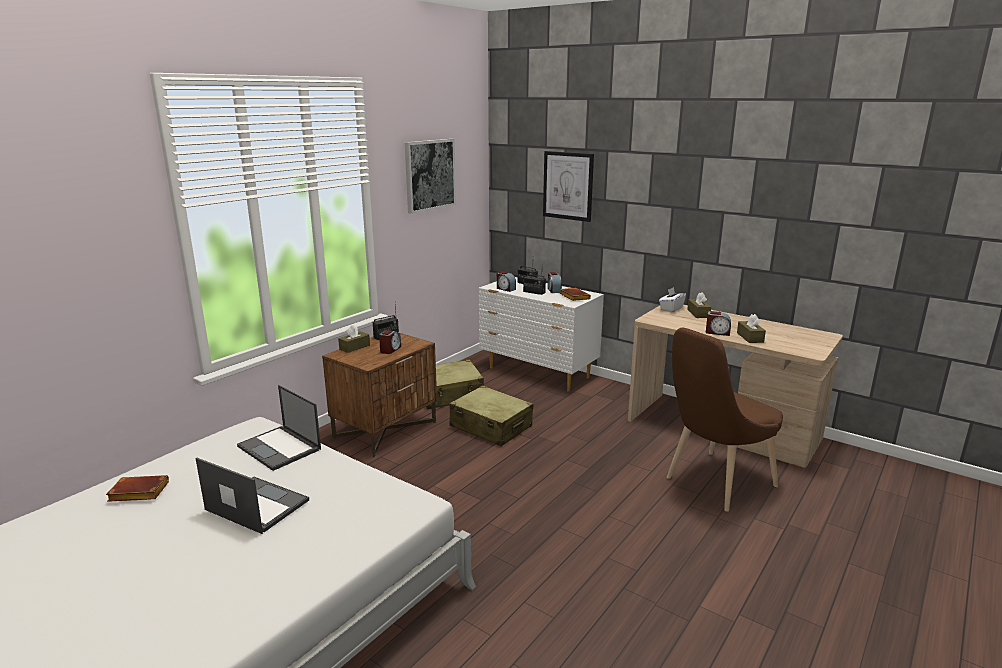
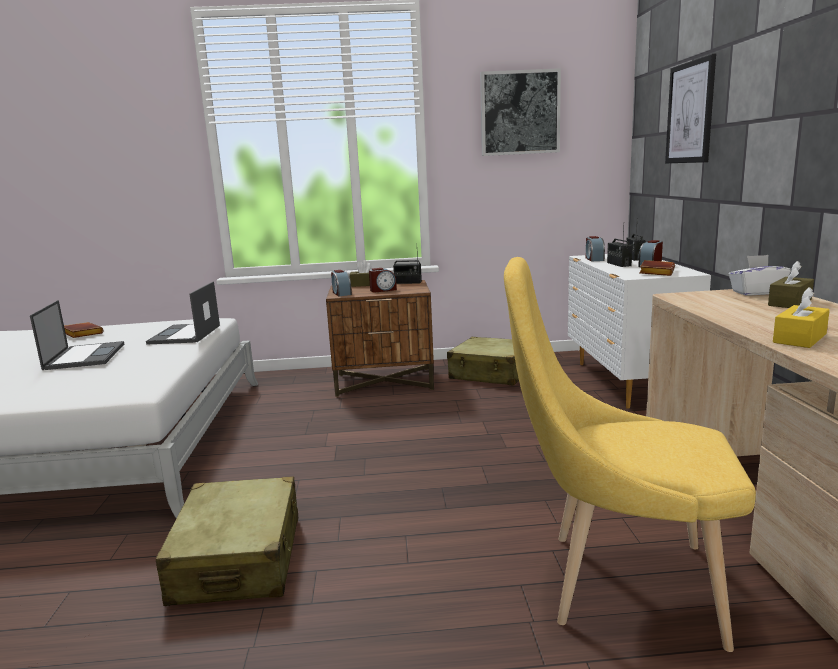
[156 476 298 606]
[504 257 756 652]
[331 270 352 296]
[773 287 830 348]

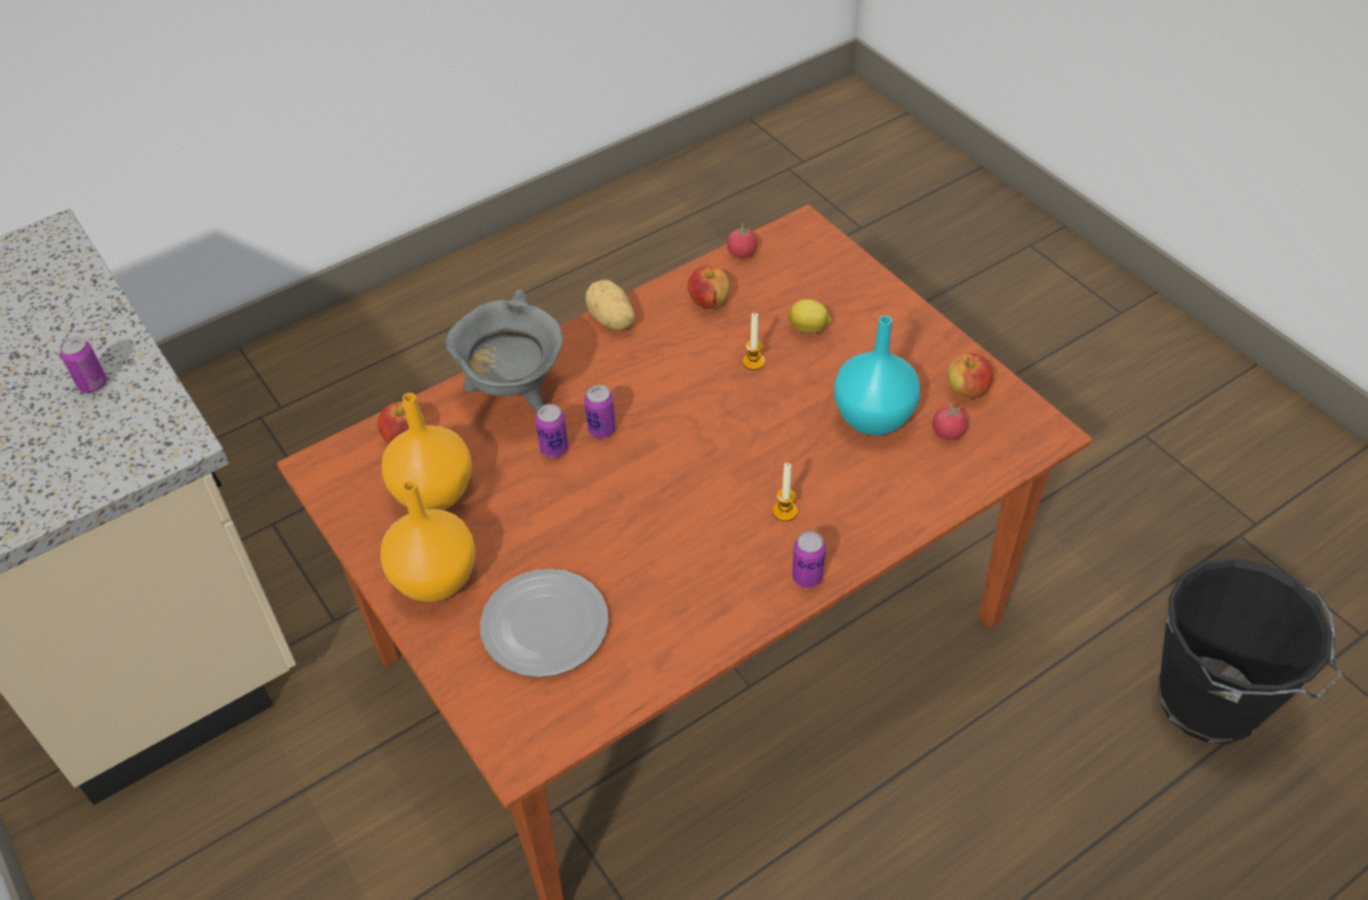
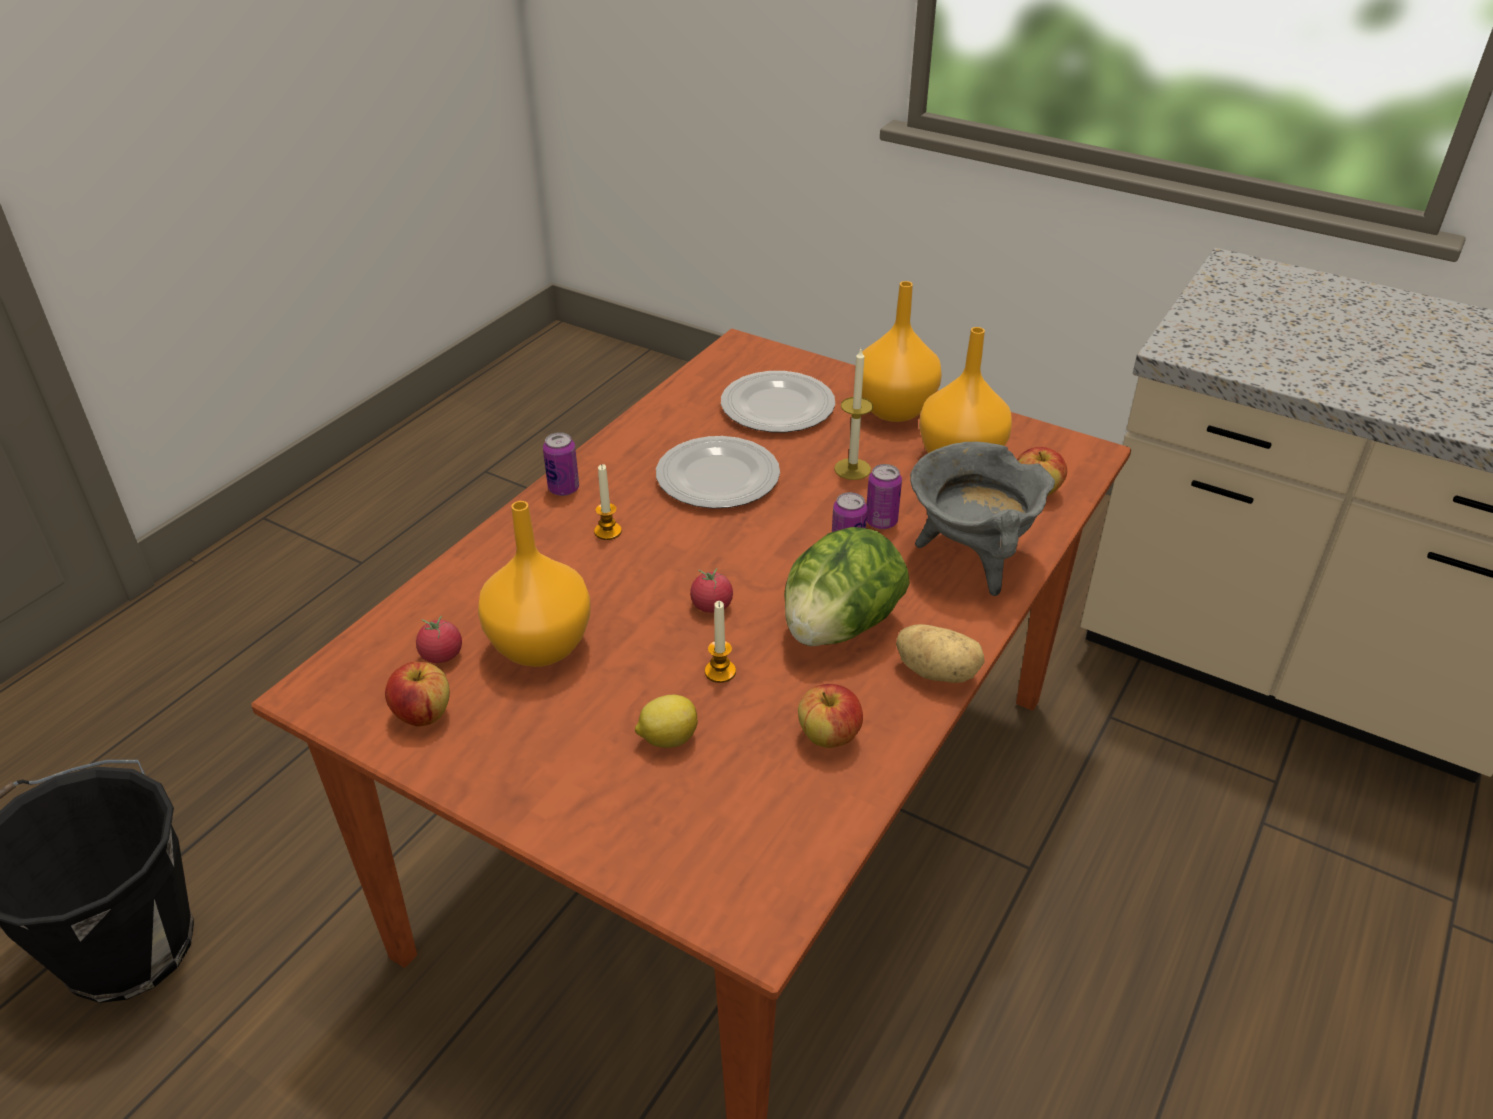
[60 337 107 393] (first image)
[690 568 733 613]
[478 501 591 667]
[656 436 780 508]
[784 527 910 647]
[834 349 873 480]

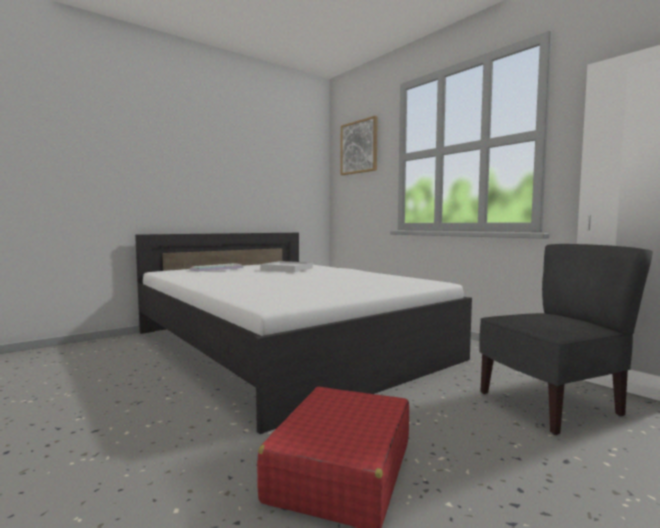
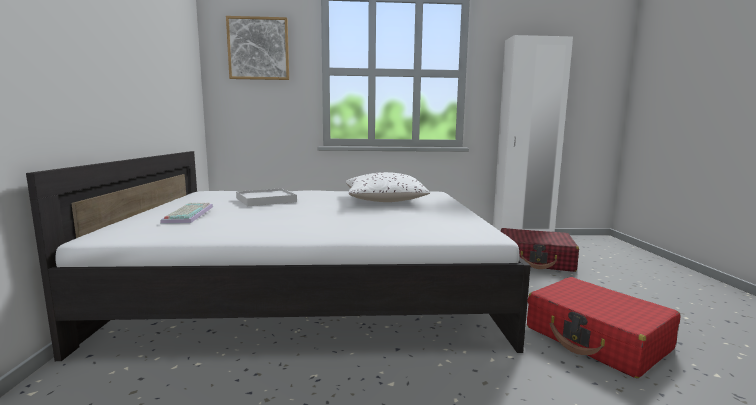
[501 228 579 272]
[346 172 430 202]

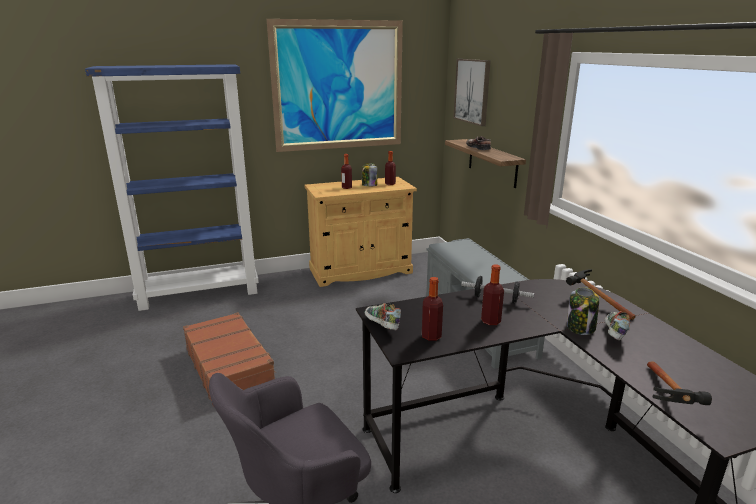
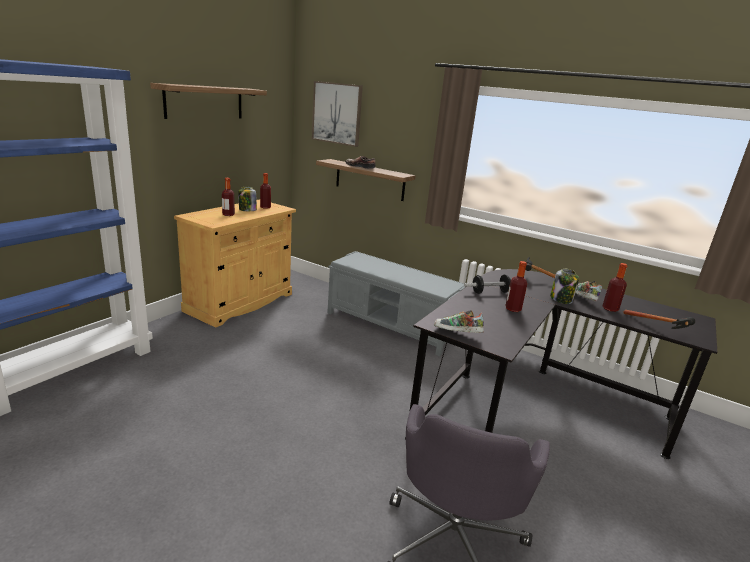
[183 312 276 407] (first image)
[150 83 267 119]
[602 263 627 312]

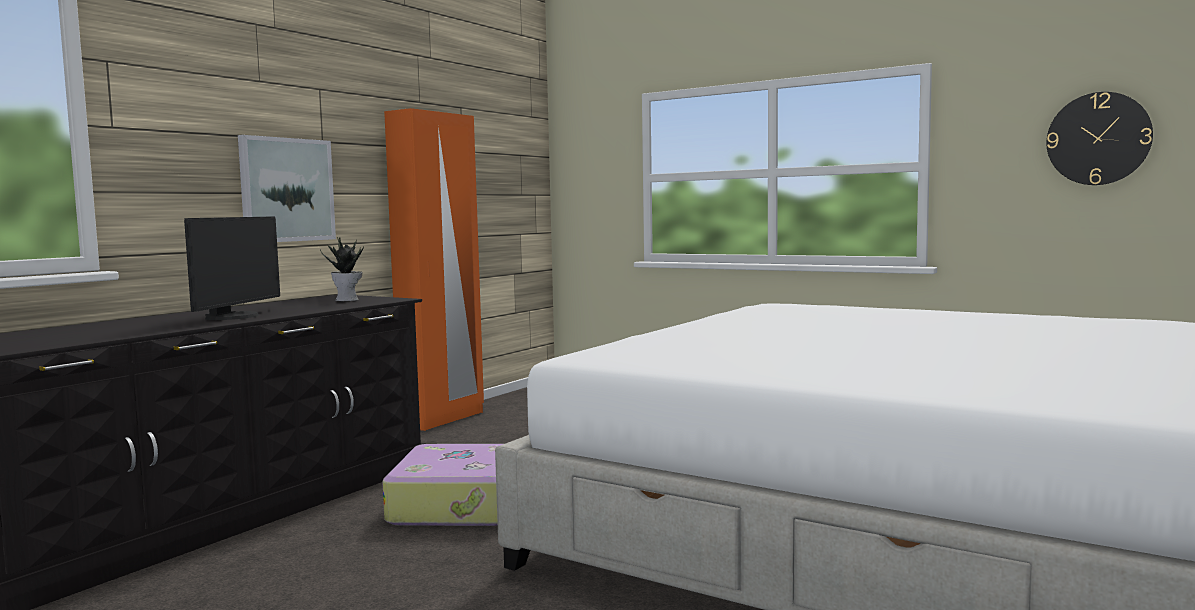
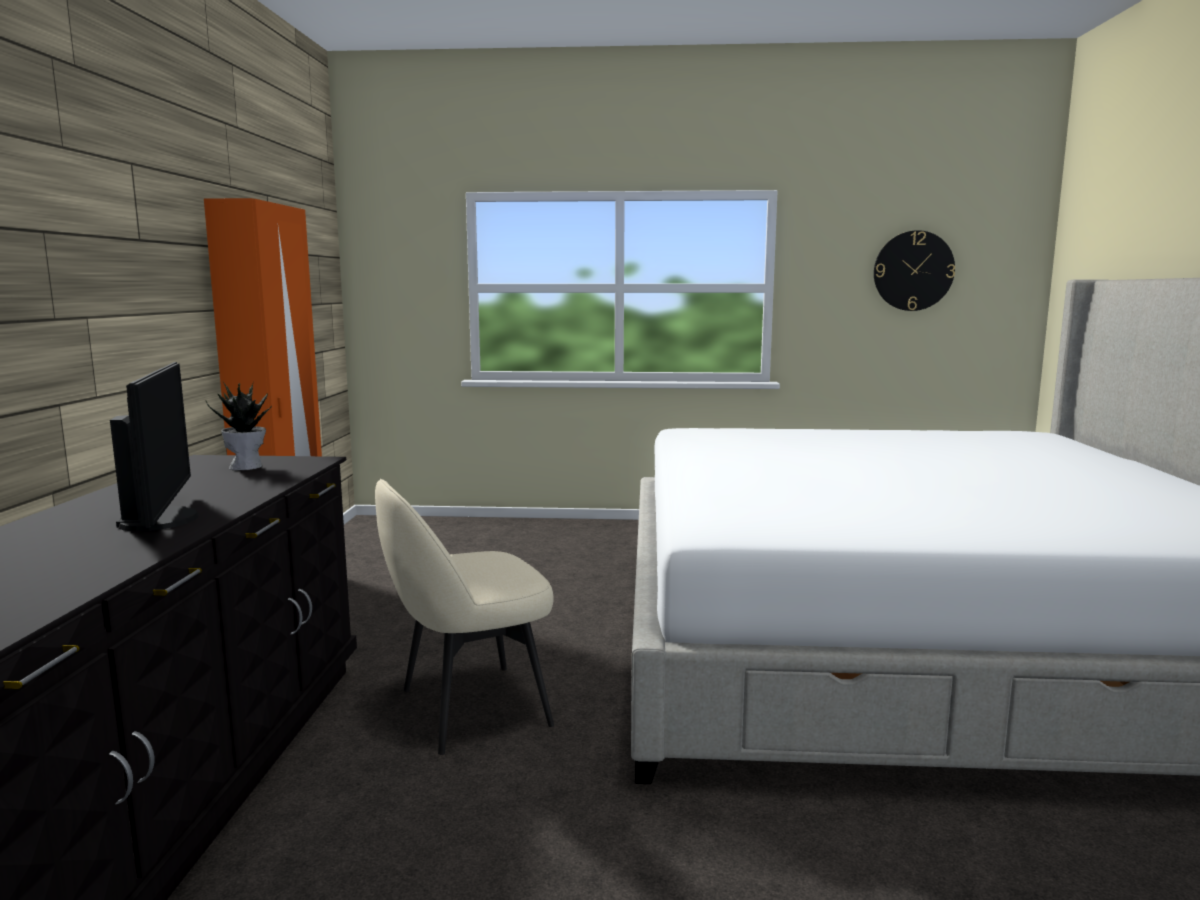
[238 135 336 242] (first image)
[375 479 554 755]

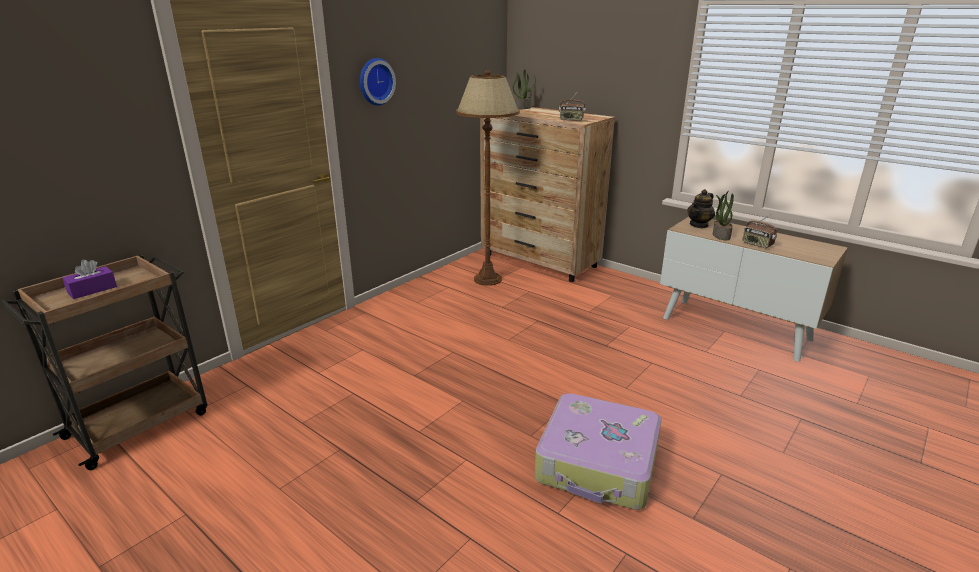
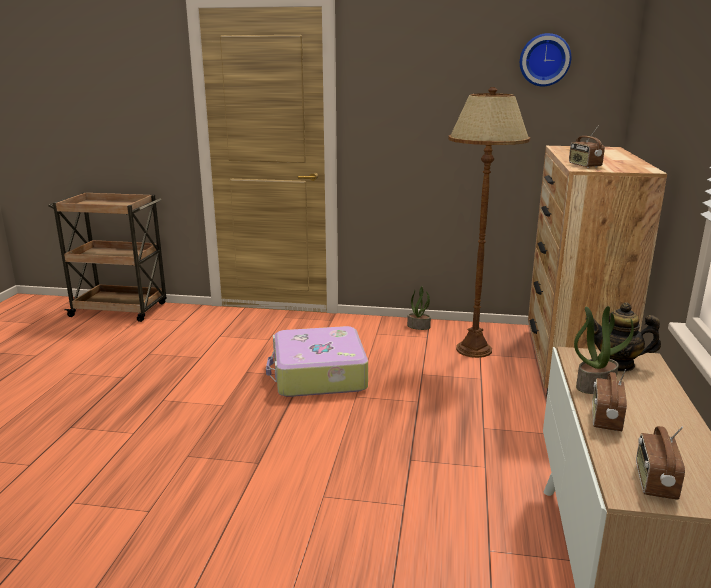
[62 260 117 299] (first image)
[520 33 571 87]
[407 286 431 330]
[266 326 368 397]
[636 426 685 500]

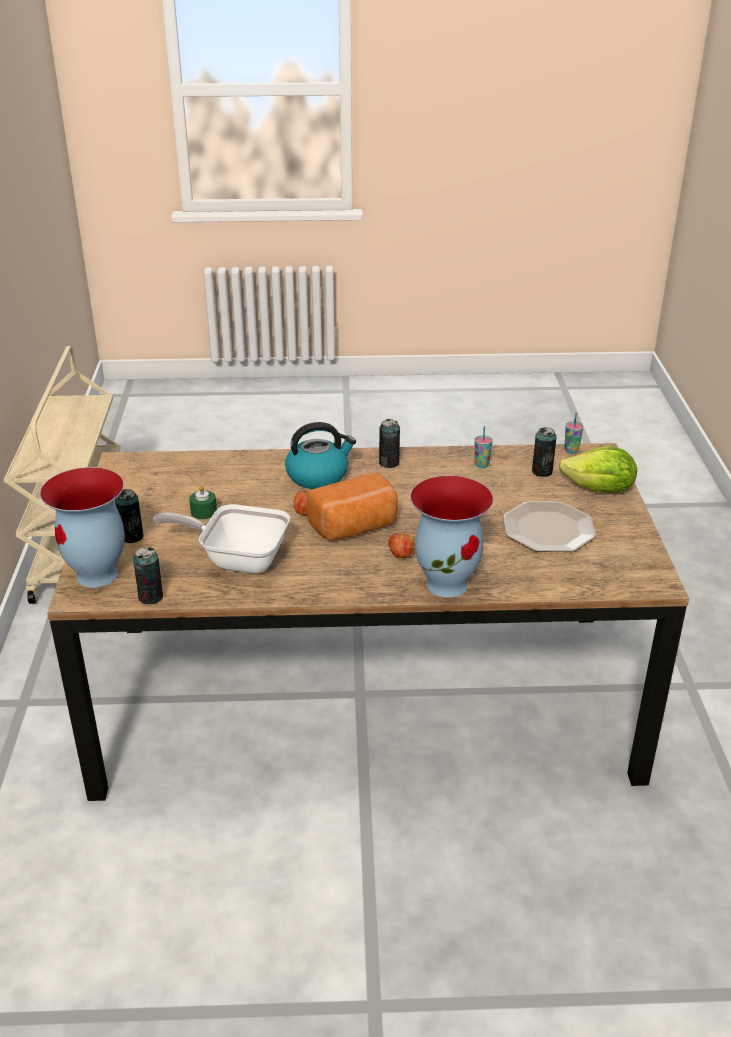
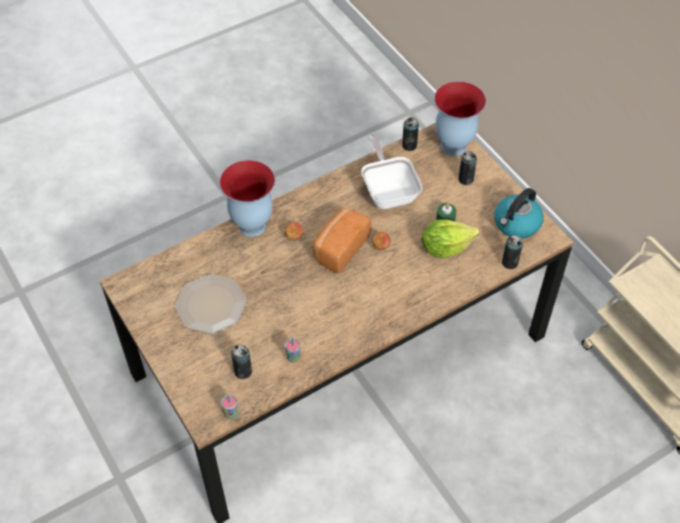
[361 134 423 209]
[494 188 544 239]
[502 235 523 269]
[422 219 479 258]

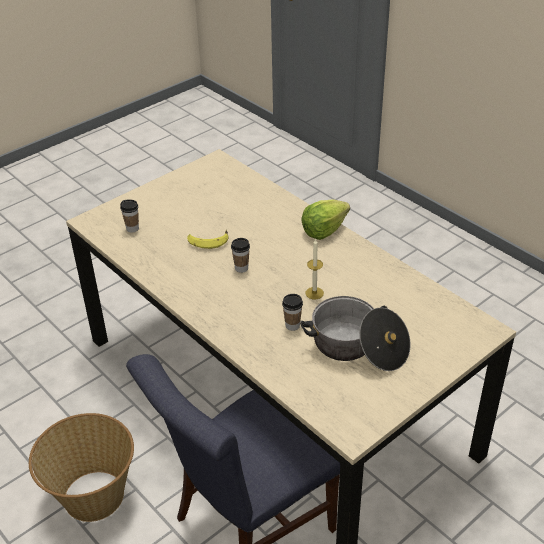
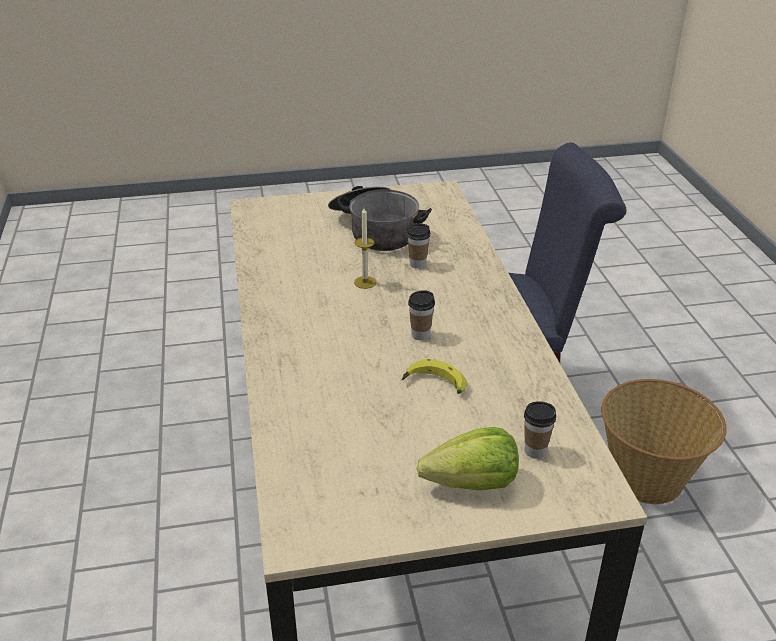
[417 427 519 490]

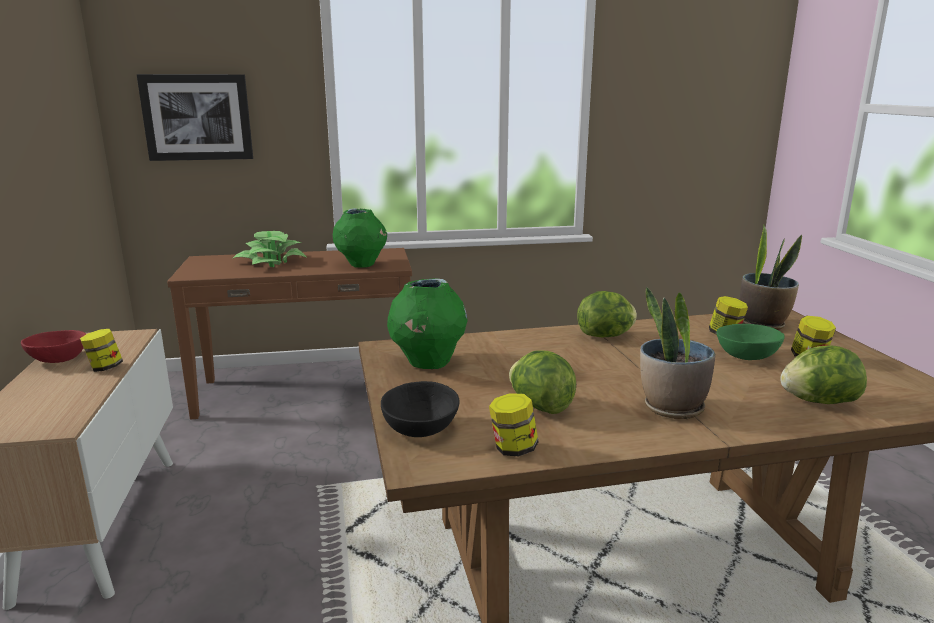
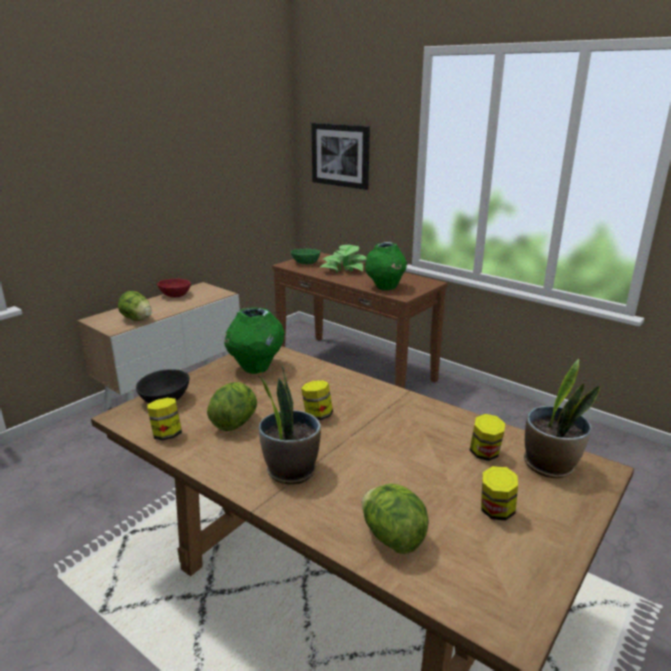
[301 380 333 420]
[118 291 152 321]
[291 249 320 264]

